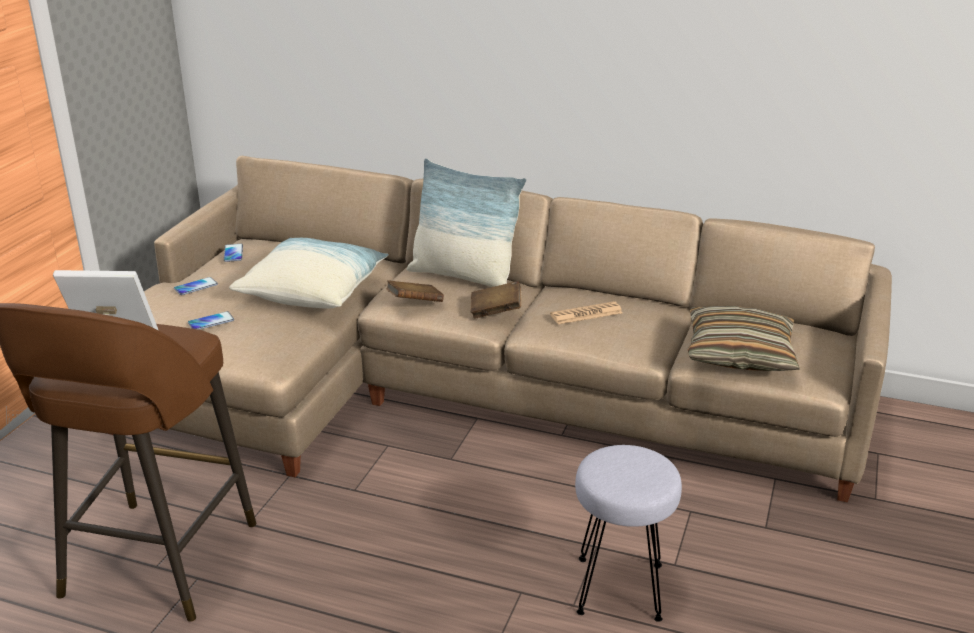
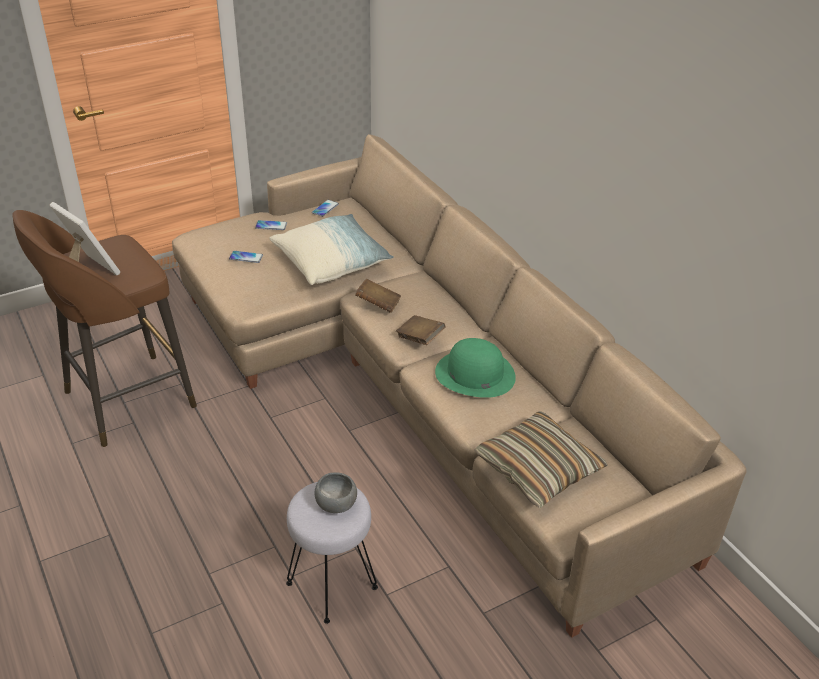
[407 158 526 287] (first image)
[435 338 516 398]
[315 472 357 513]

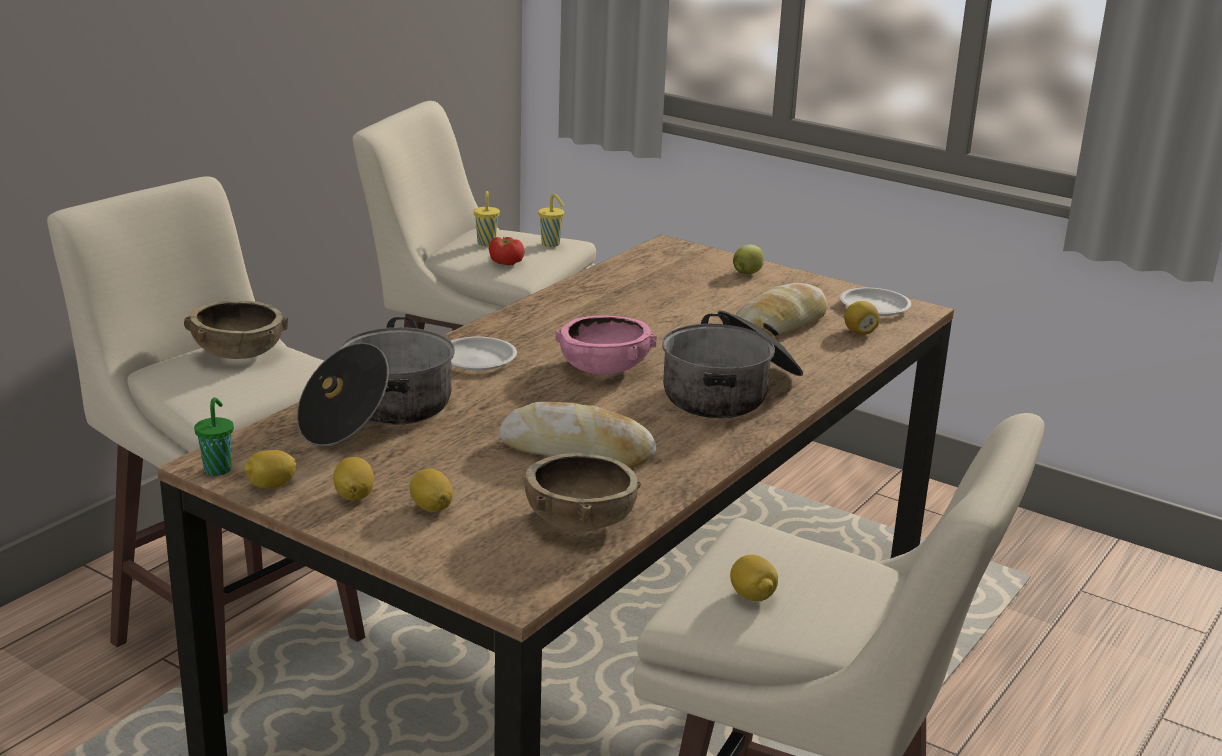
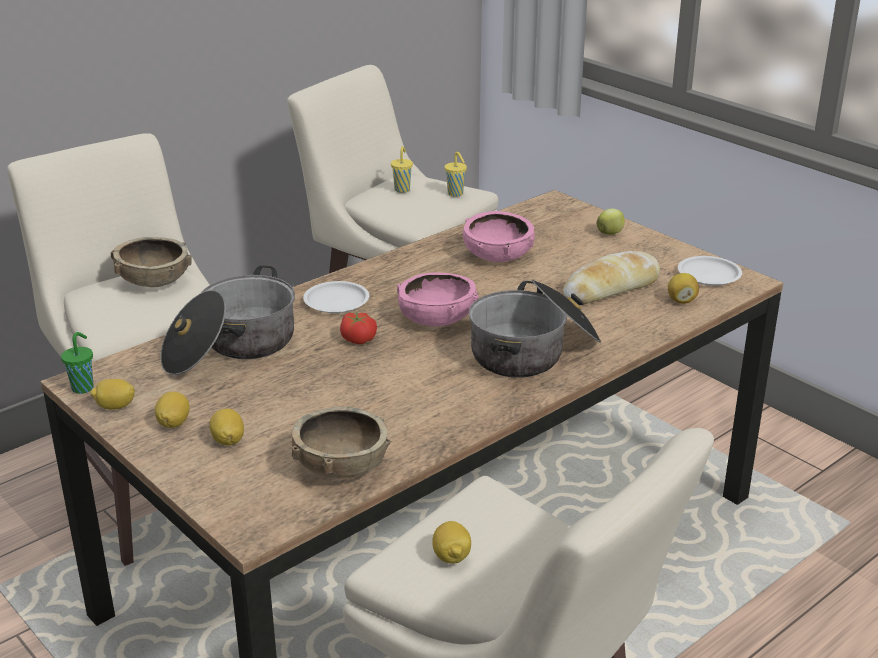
[340 312 377 344]
[499 402 656 467] (first image)
[463 211 535 262]

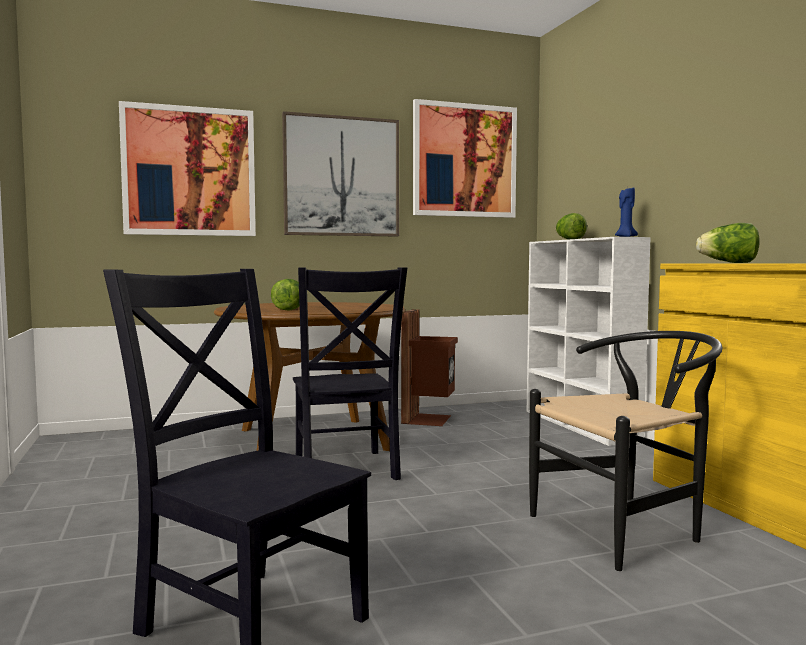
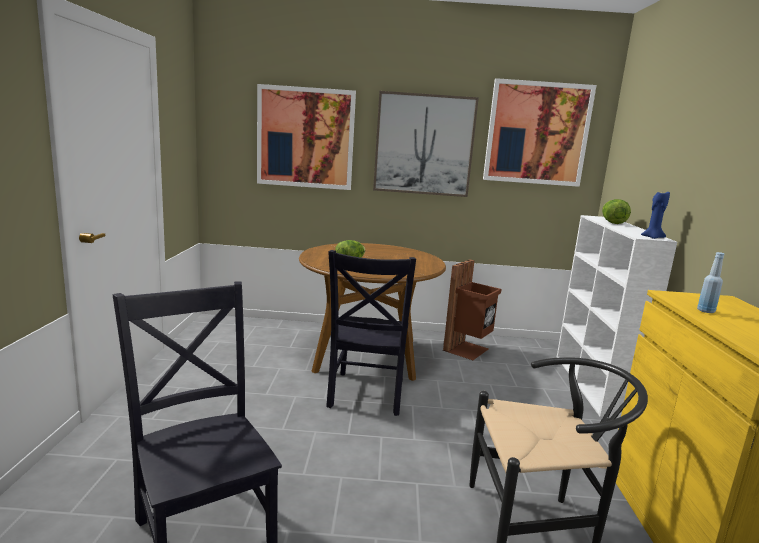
[697 252 724 313]

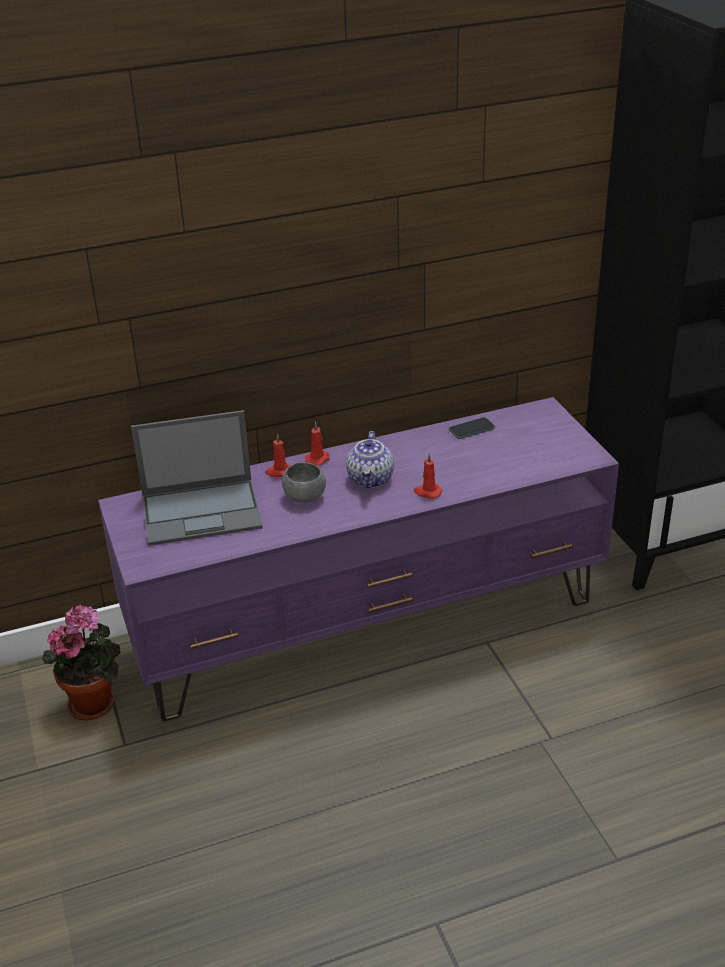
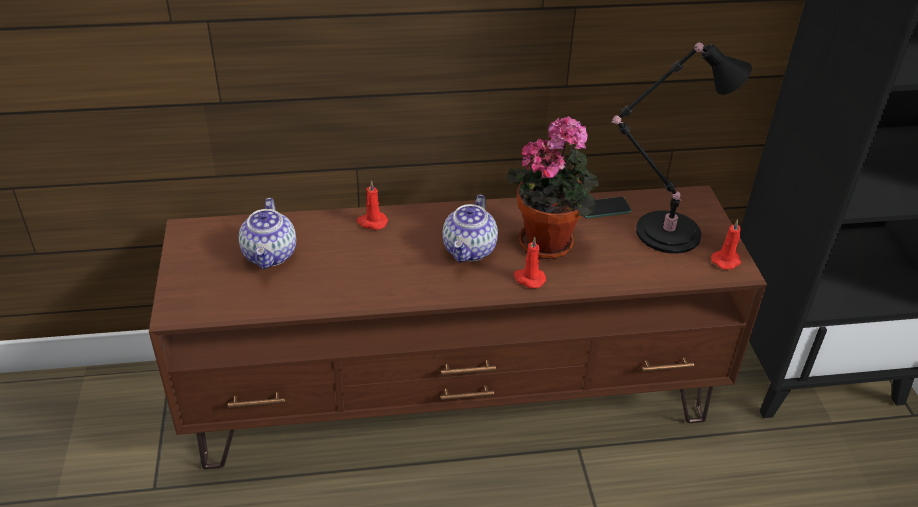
[507 116 600 259]
[149 185 767 469]
[239 198 296 269]
[282 462 326 503] (first image)
[711 219 741 270]
[611 43 752 254]

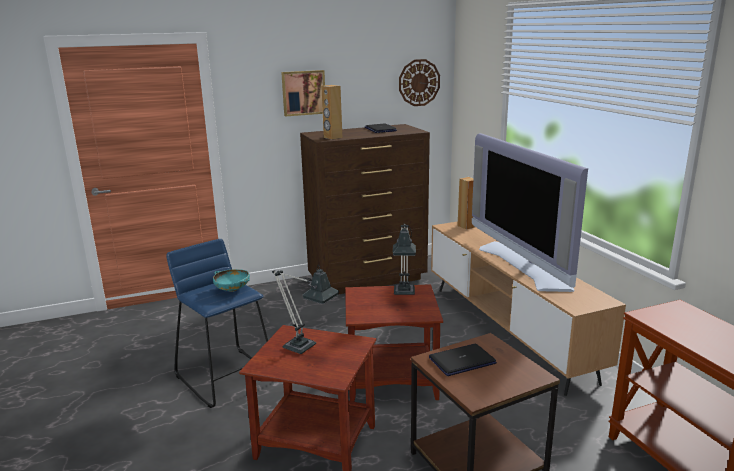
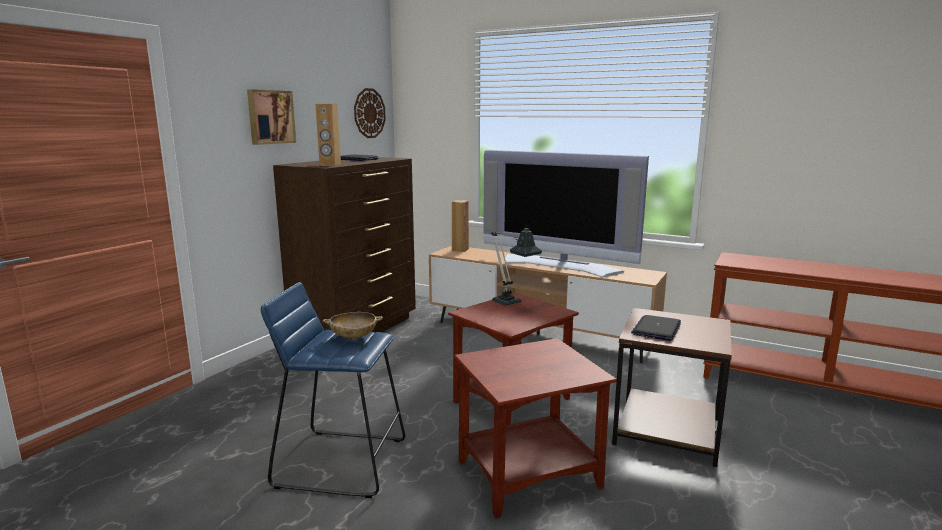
[323 312 383 340]
[272 266 339 354] (first image)

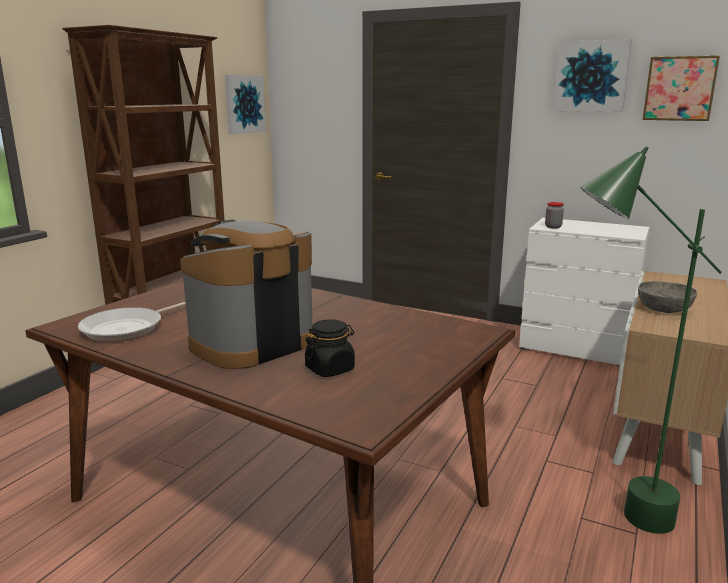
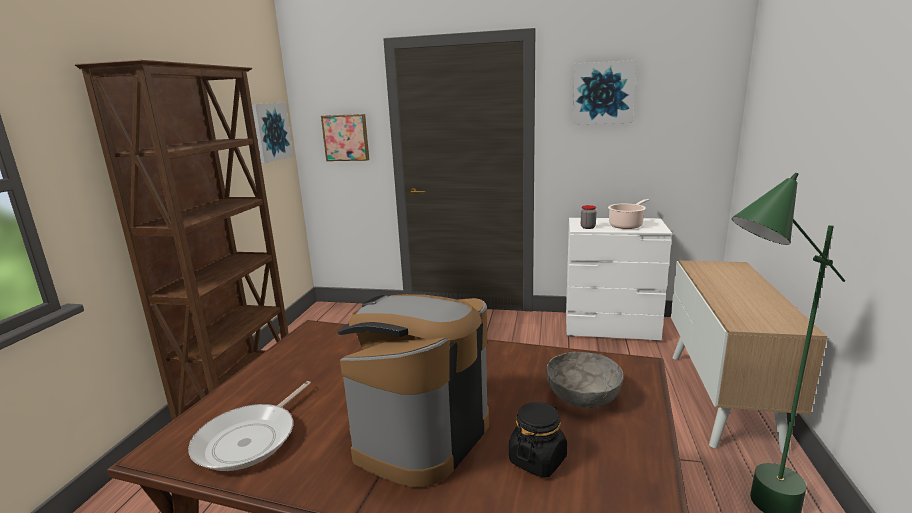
[546 352 623 408]
[321 114 369 161]
[608 199 649 229]

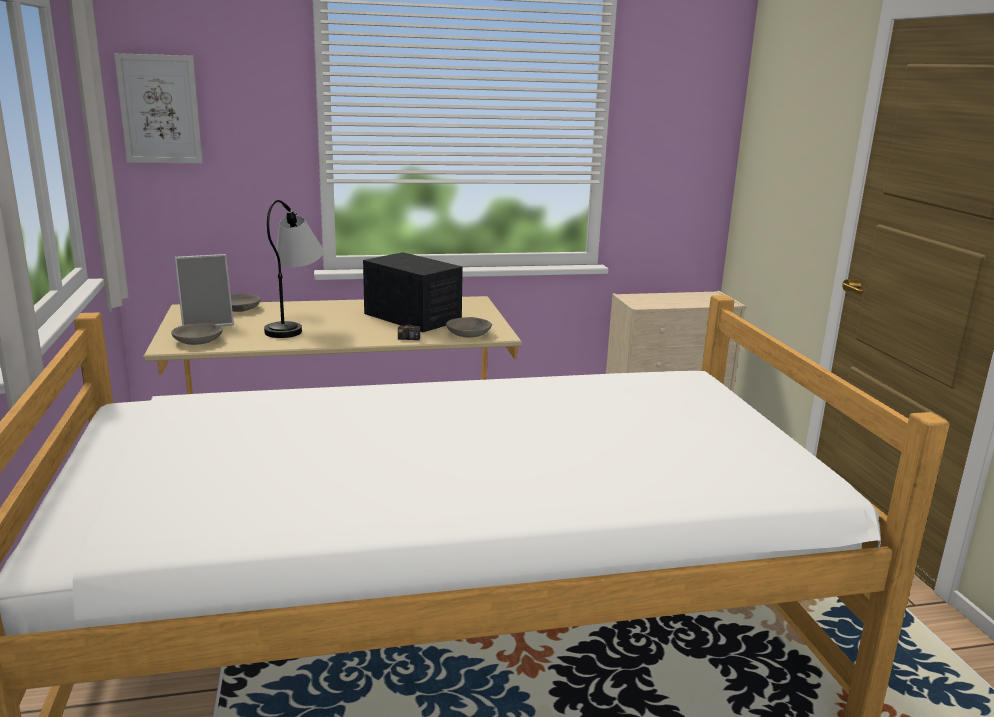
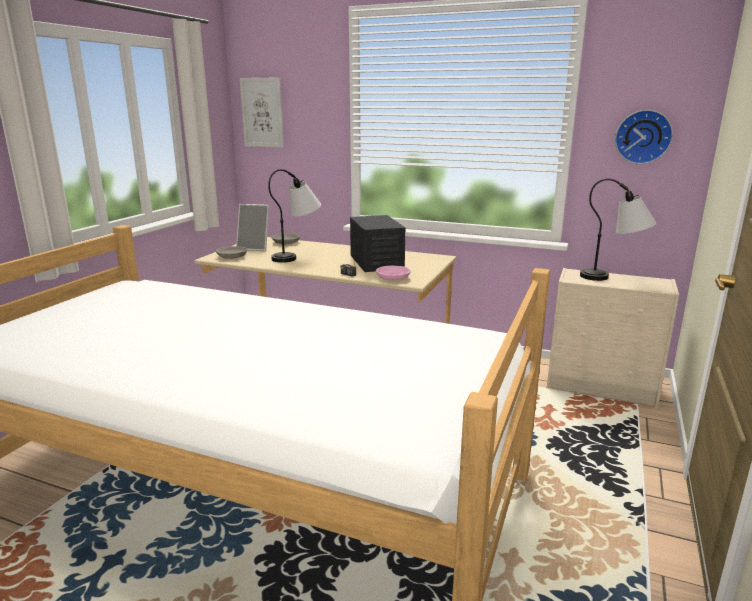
[376 266 411 280]
[580 178 657 281]
[615 110 673 164]

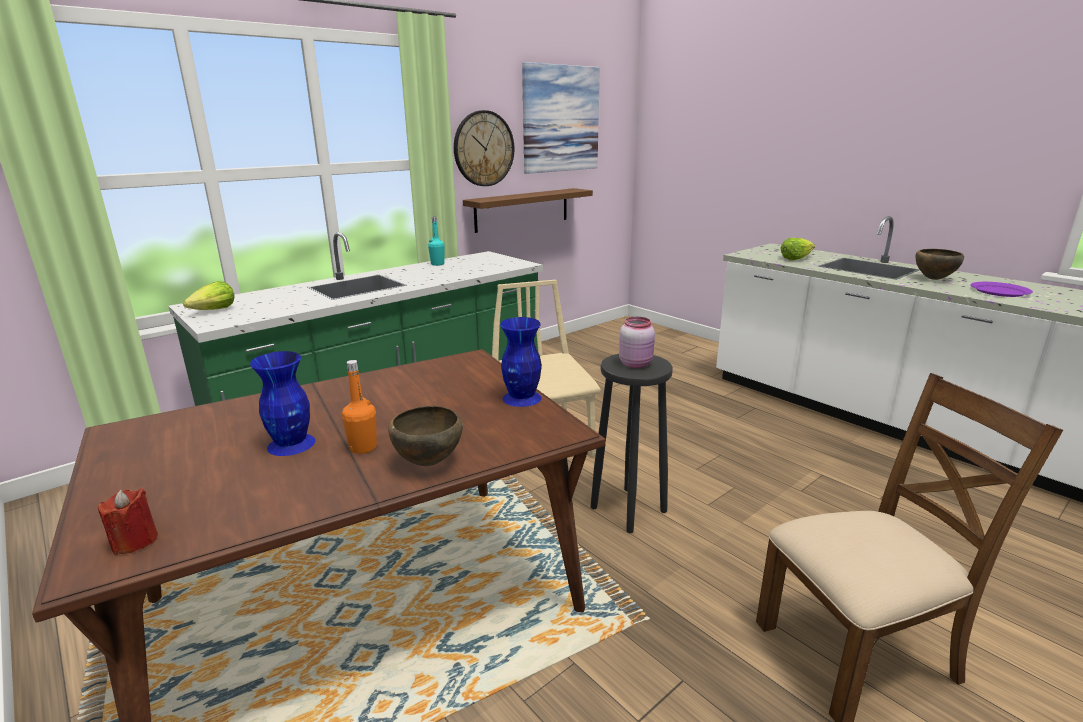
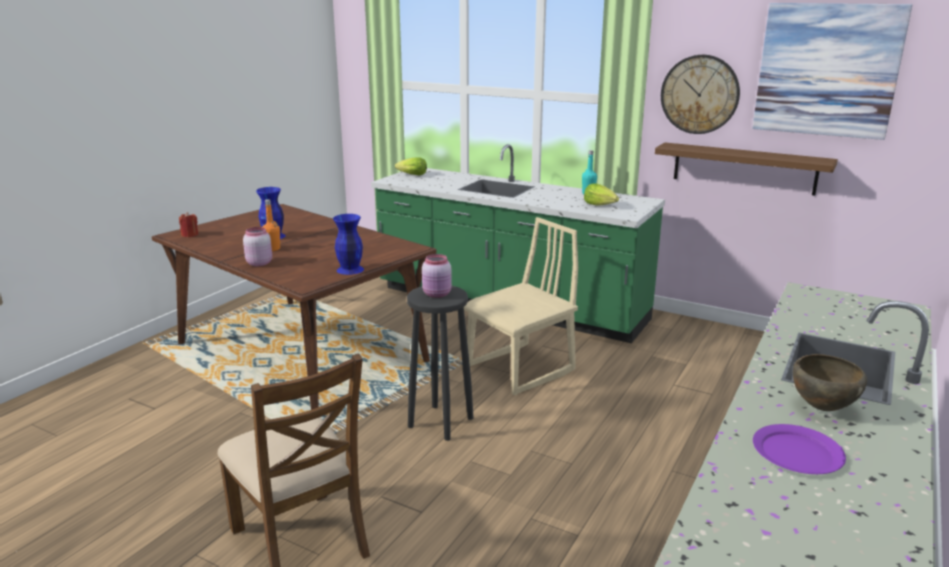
[243 227 272 266]
[584 184 619 206]

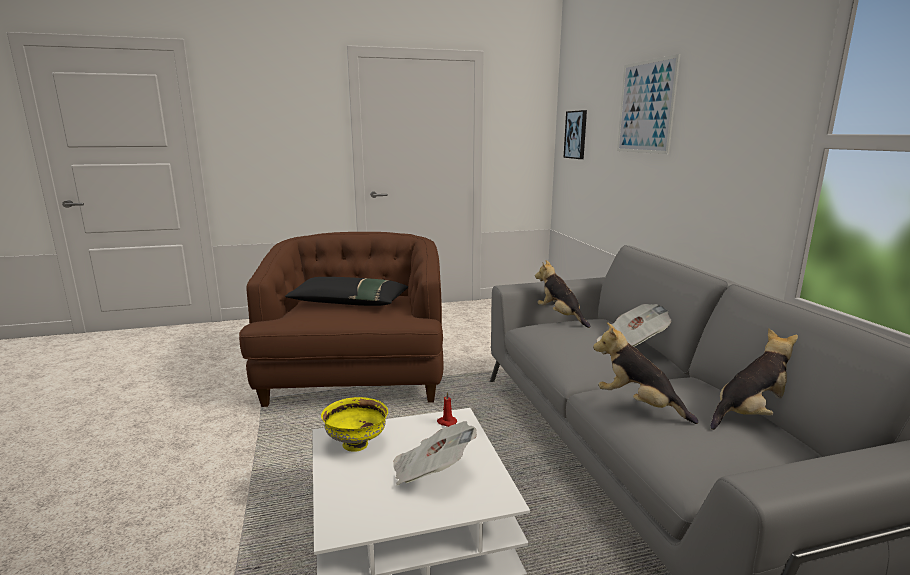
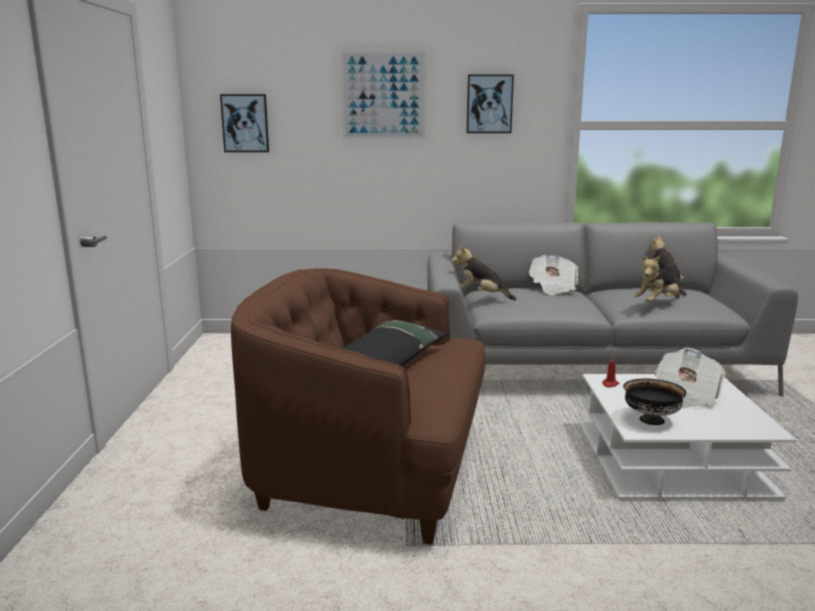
[623 379 686 425]
[451 245 516 300]
[467 74 514 133]

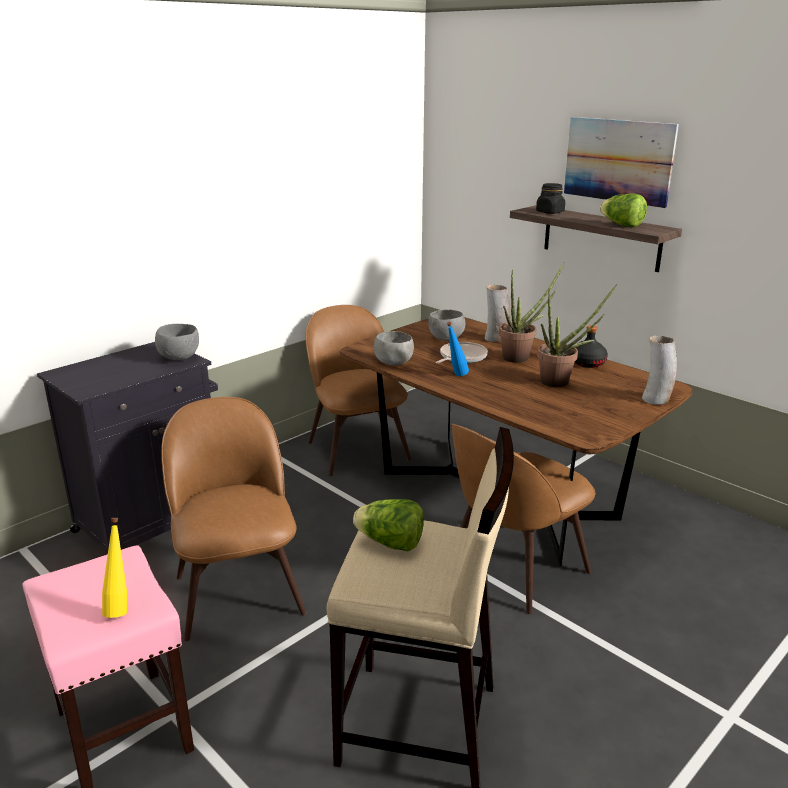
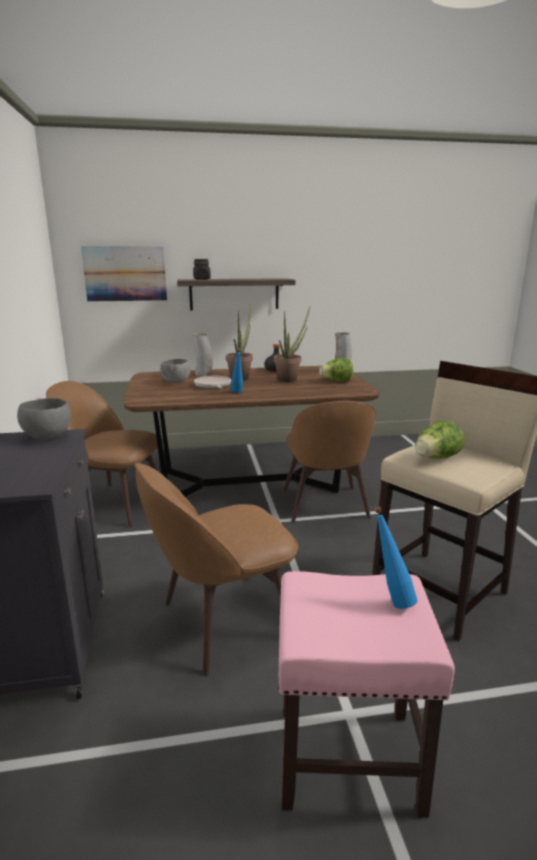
[374 507 417 609]
[134 463 298 676]
[374 331 414 366] (first image)
[81 246 167 302]
[319 358 353 382]

